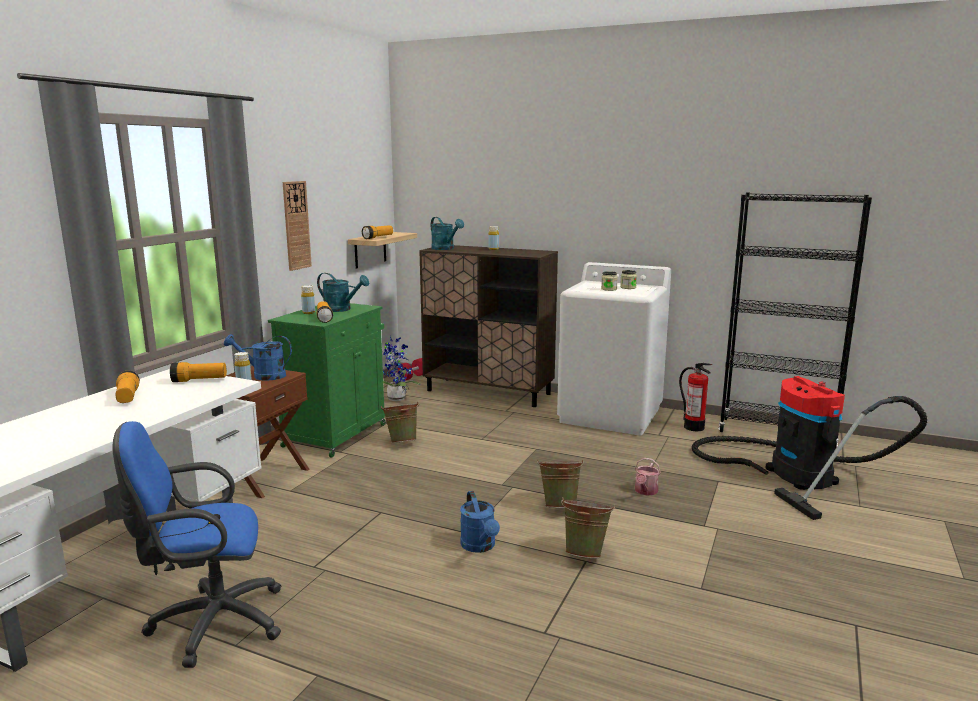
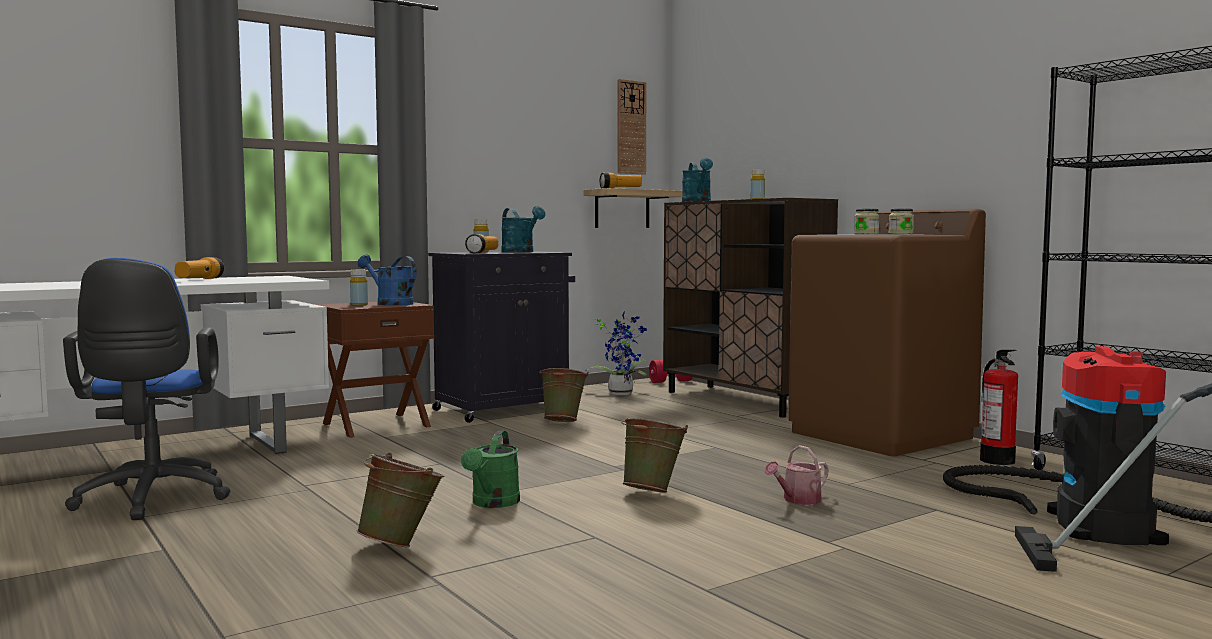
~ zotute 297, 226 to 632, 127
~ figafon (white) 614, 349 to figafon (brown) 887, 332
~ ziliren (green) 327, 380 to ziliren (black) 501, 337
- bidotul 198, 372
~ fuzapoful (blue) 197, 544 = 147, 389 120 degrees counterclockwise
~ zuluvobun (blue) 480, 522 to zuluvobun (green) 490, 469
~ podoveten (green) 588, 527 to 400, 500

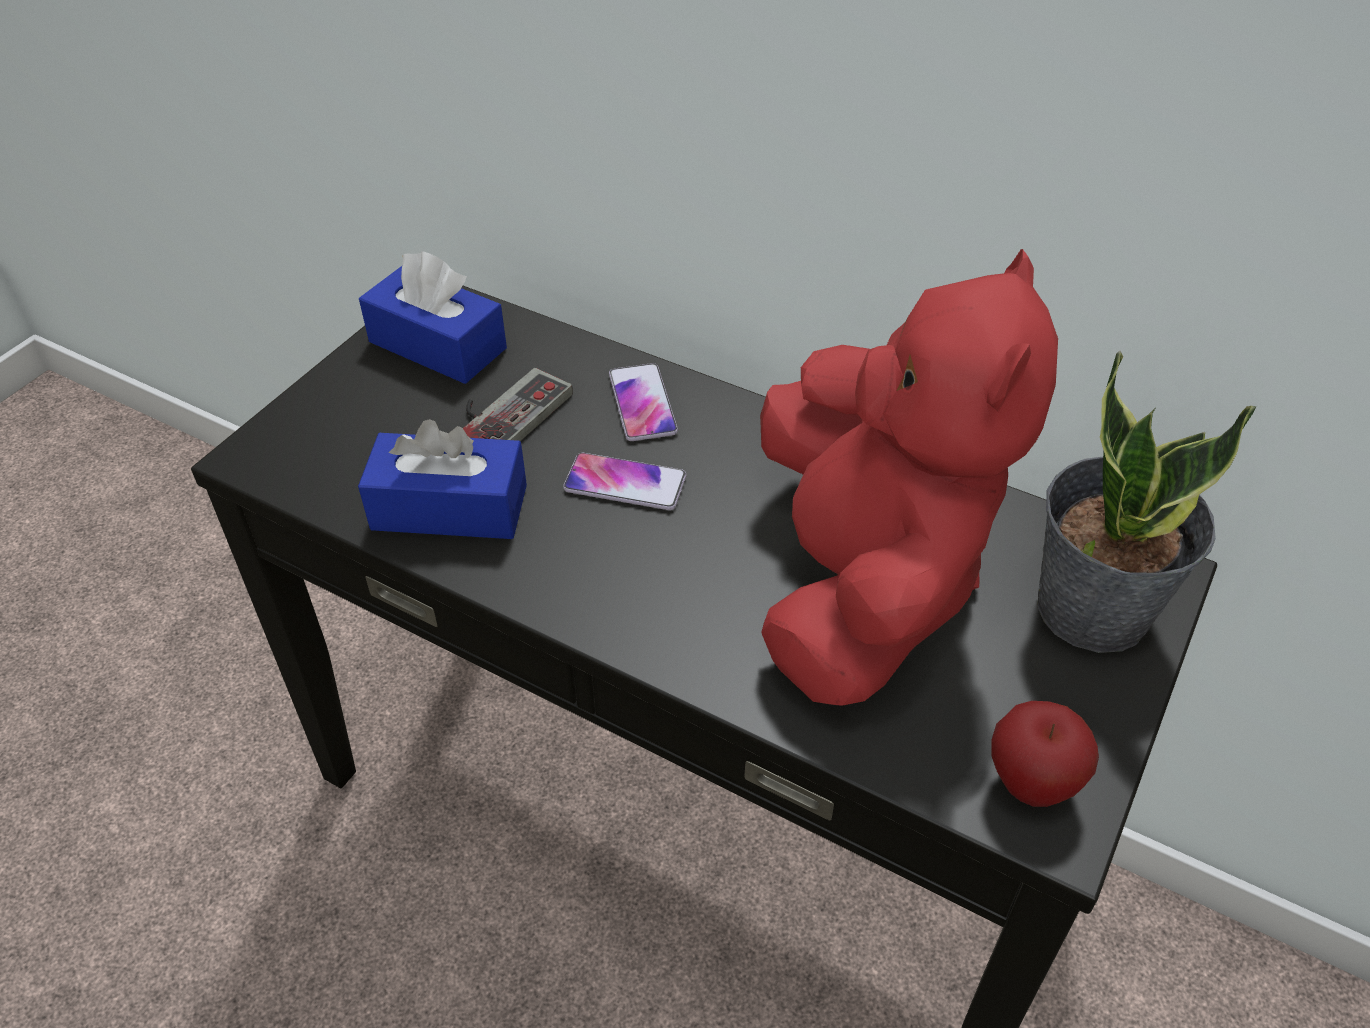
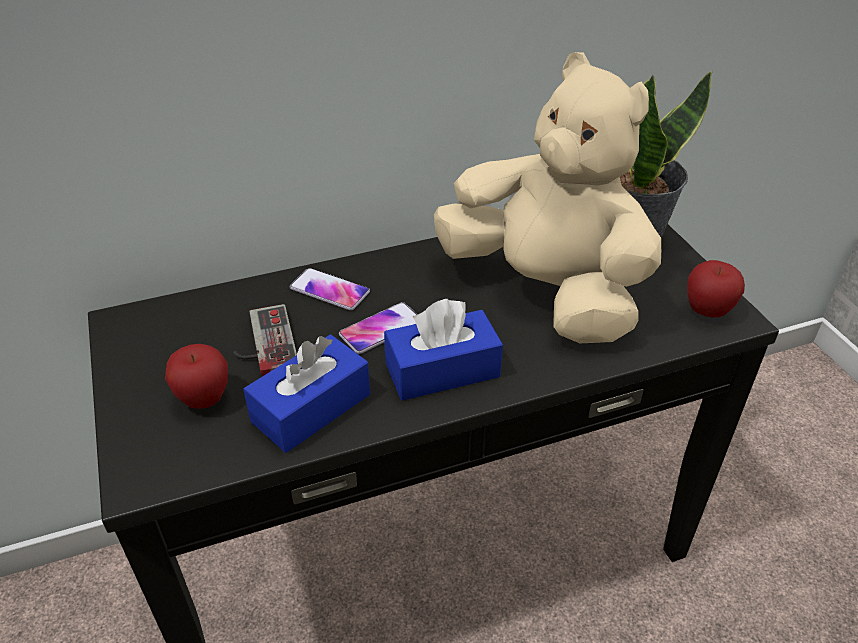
~ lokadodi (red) 909, 477 to lokadodi (beige) 547, 197
~ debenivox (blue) 433, 317 to 443, 350
+ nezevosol 196, 376

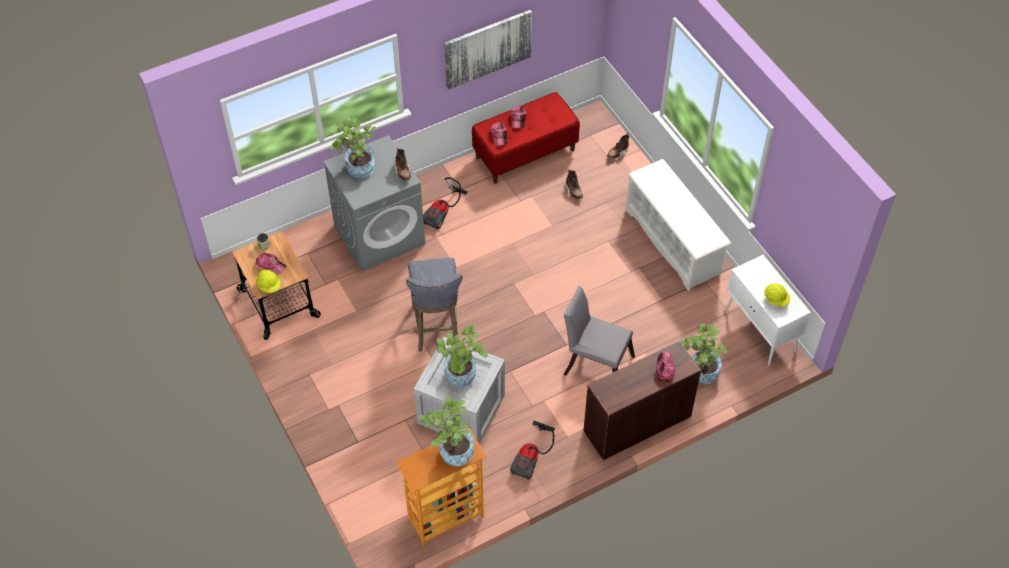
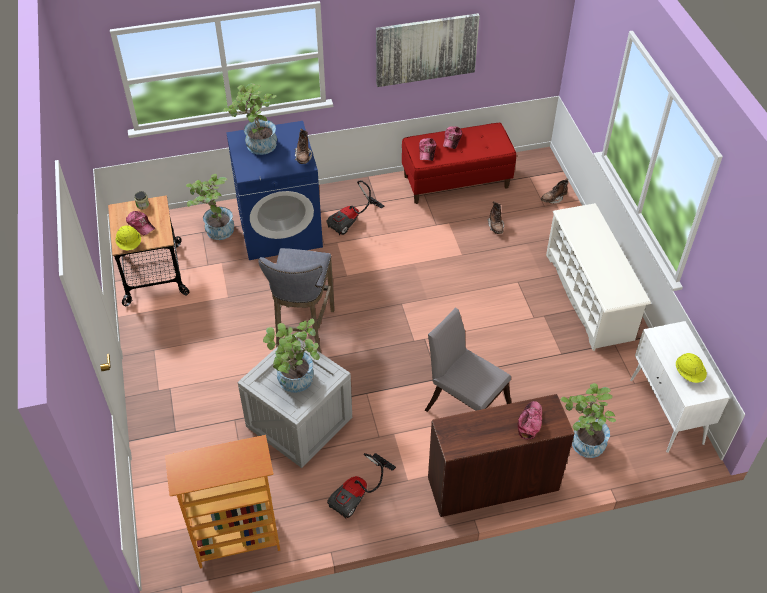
~ figafon (grey) 374, 203 to figafon (blue) 274, 190
~ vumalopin 446, 431 to 210, 207

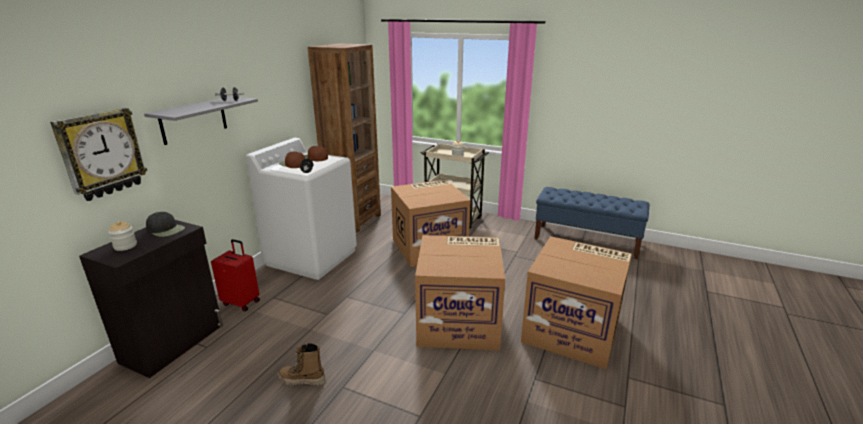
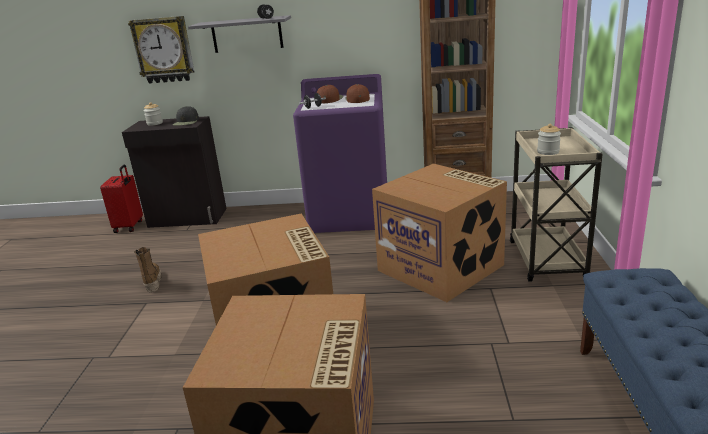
~ figafon (white) 301, 209 to figafon (purple) 340, 153
~ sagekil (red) 235, 275 to 121, 198

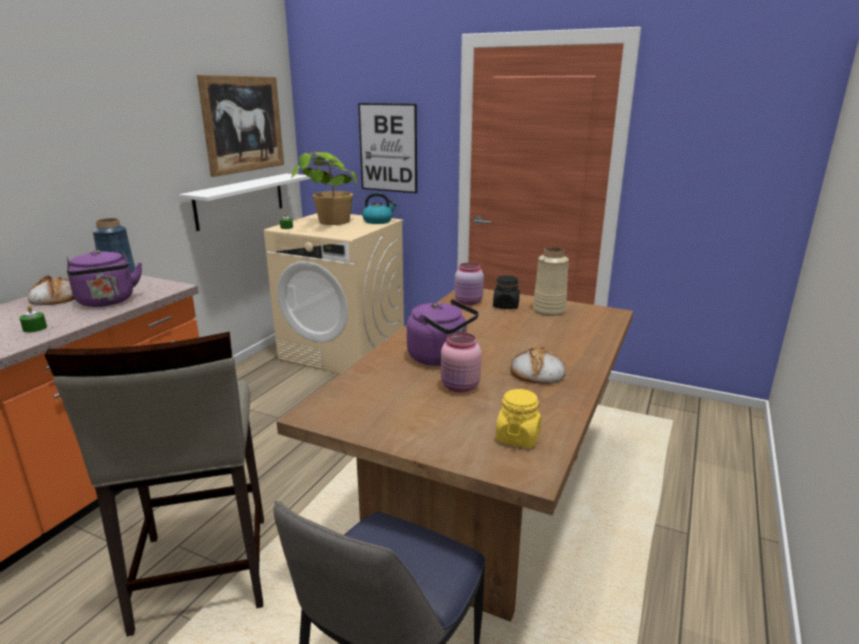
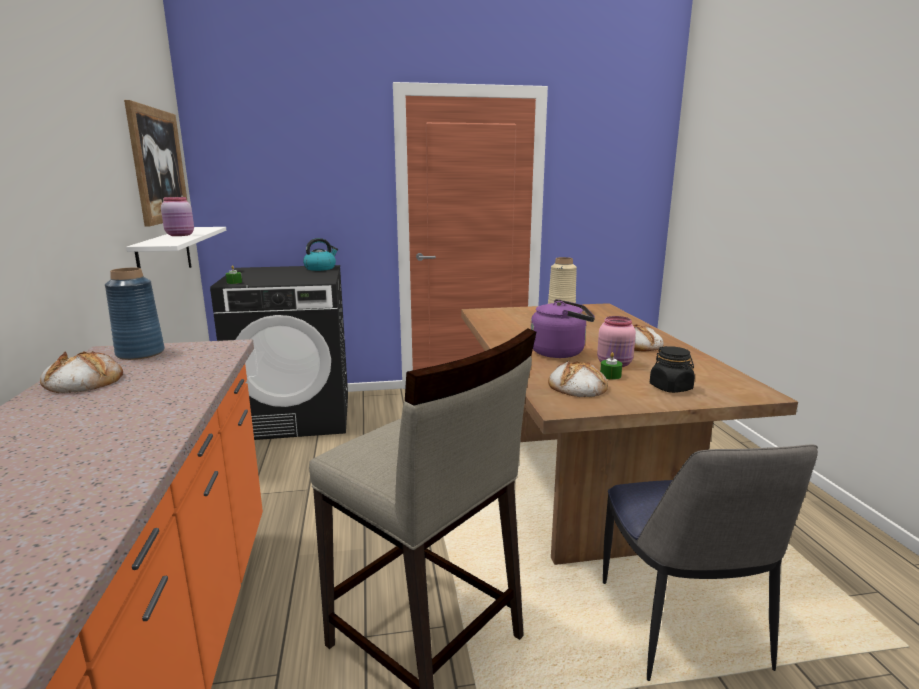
- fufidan 387, 148
- vumalopin 324, 188
~ figafon (beige) 334, 293 to figafon (black) 279, 352
- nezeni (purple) 104, 278
~ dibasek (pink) 469, 284 to 177, 216
~ dibasek (black) 506, 292 to 672, 369
~ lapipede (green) 33, 319 to 611, 366
- dibasek (yellow) 519, 418
+ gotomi 578, 379

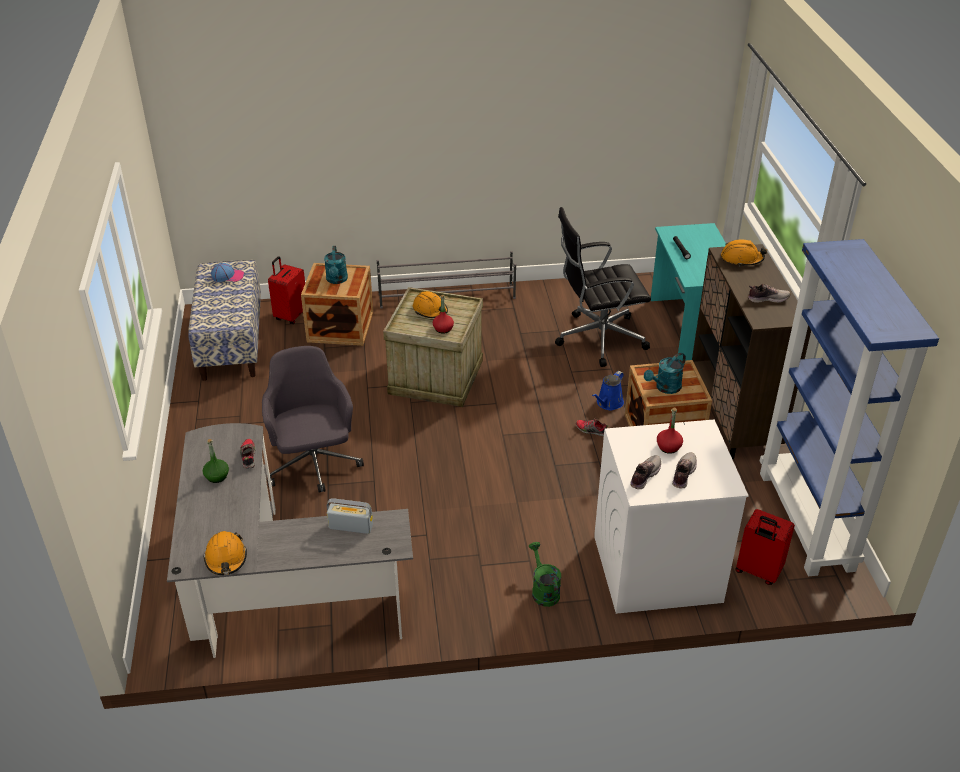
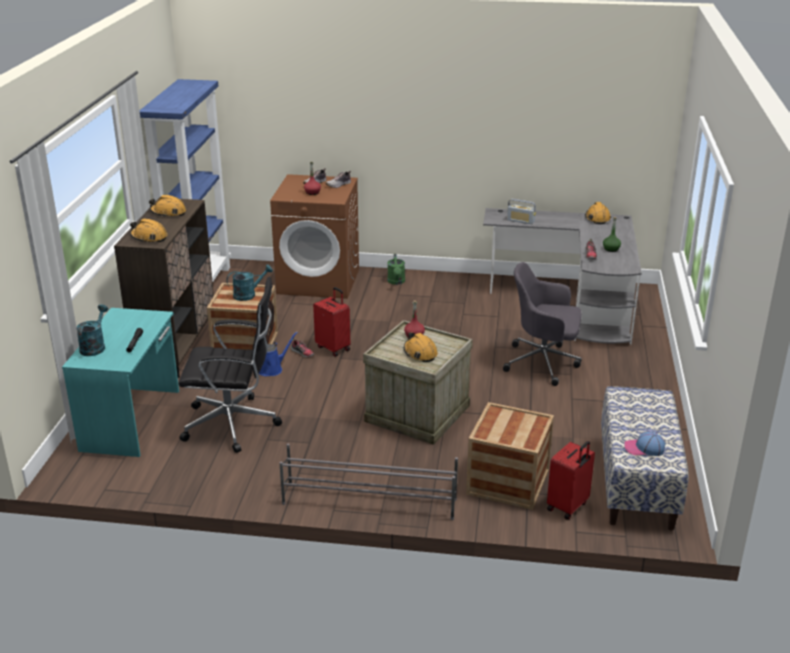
~ zuluvobun (turquoise) 336, 265 to 92, 330
~ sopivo 769, 293 to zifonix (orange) 167, 206
~ fuzapoful (grey) 313, 419 = 542, 324 105 degrees clockwise
~ figafon (white) 671, 517 to figafon (brown) 314, 236
~ sagekil (red) 765, 547 to 331, 322

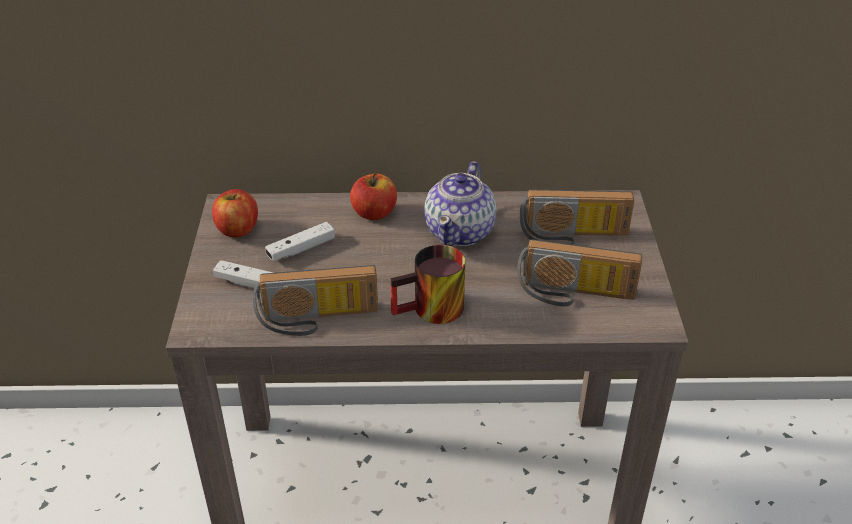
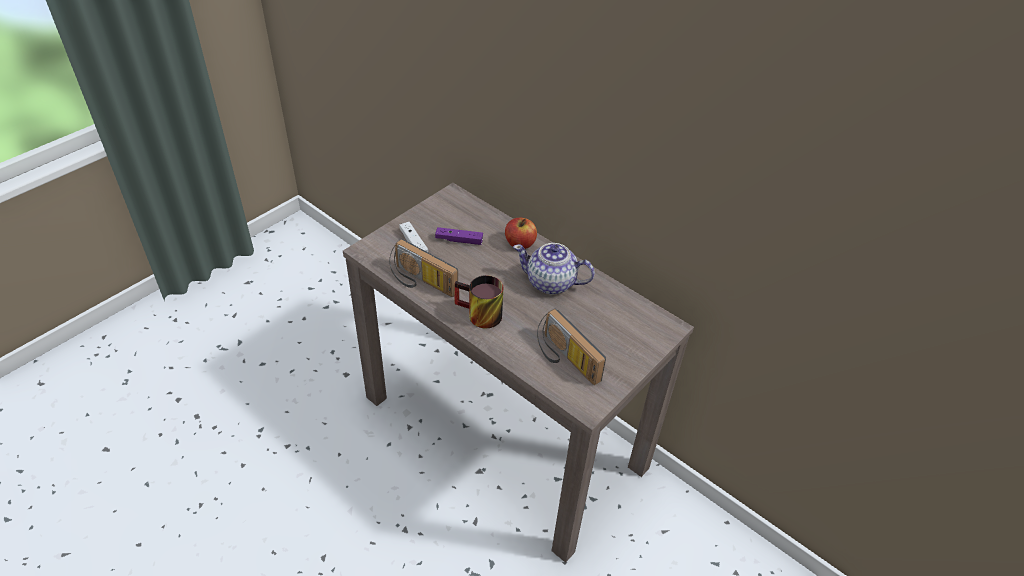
~ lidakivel 460, 204 = 554, 269 45 degrees clockwise
- nezevosol 235, 213
- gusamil 577, 217
~ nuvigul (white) 300, 241 to nuvigul (purple) 459, 236

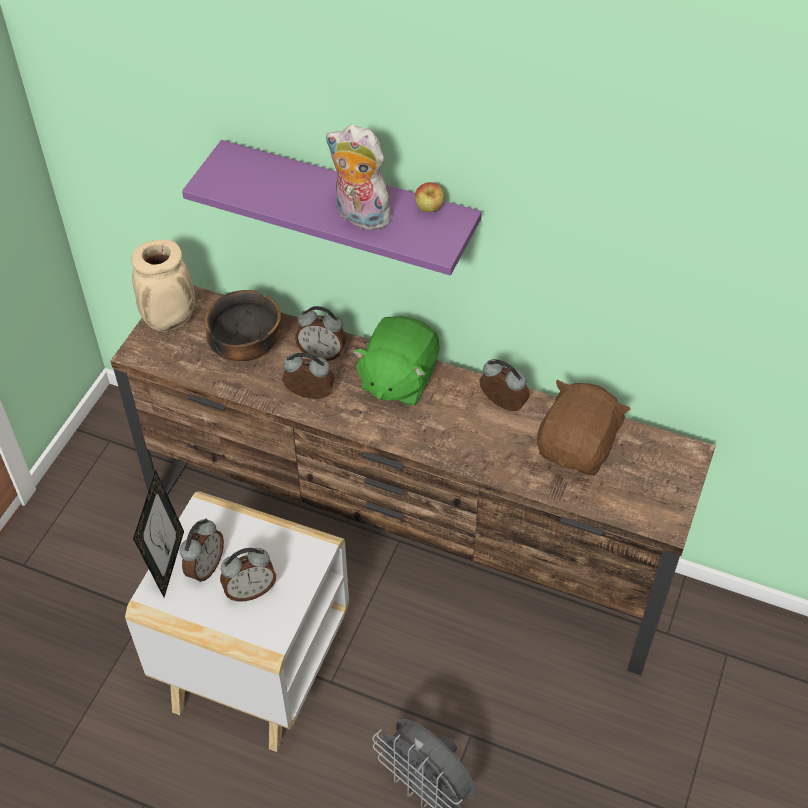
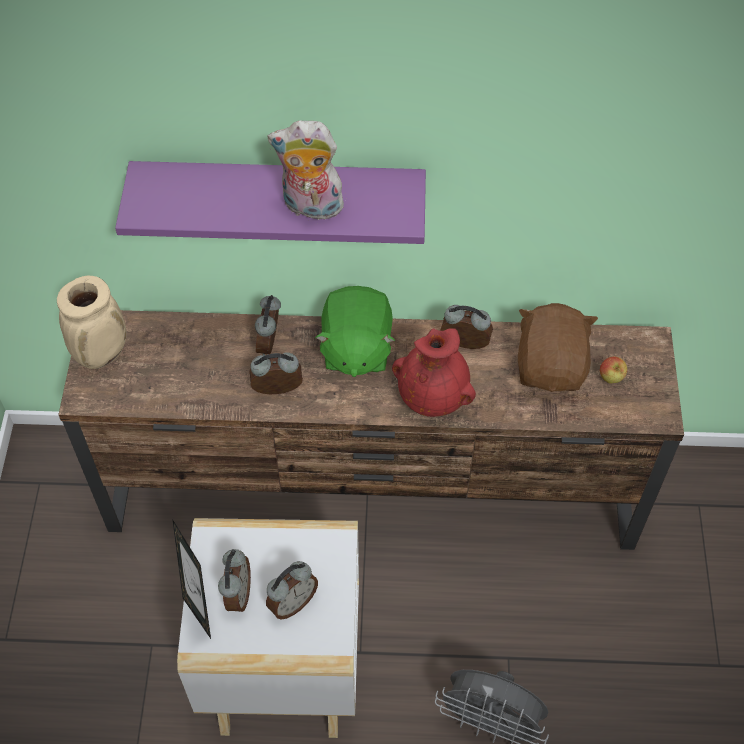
~ nezevosol 429, 197 to 613, 370
- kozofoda 243, 325
~ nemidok 320, 333 = 268, 325 105 degrees clockwise
+ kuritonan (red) 434, 372

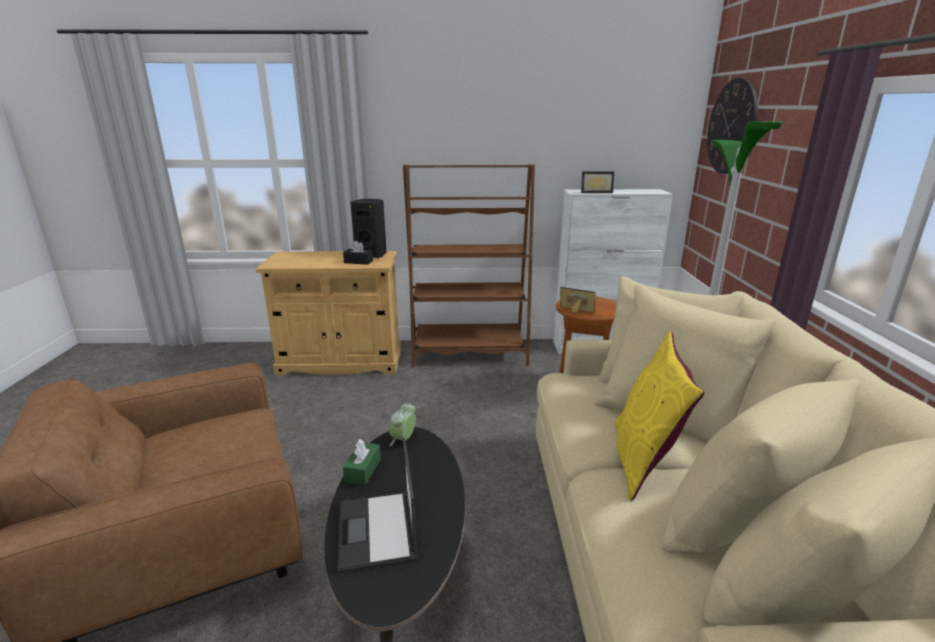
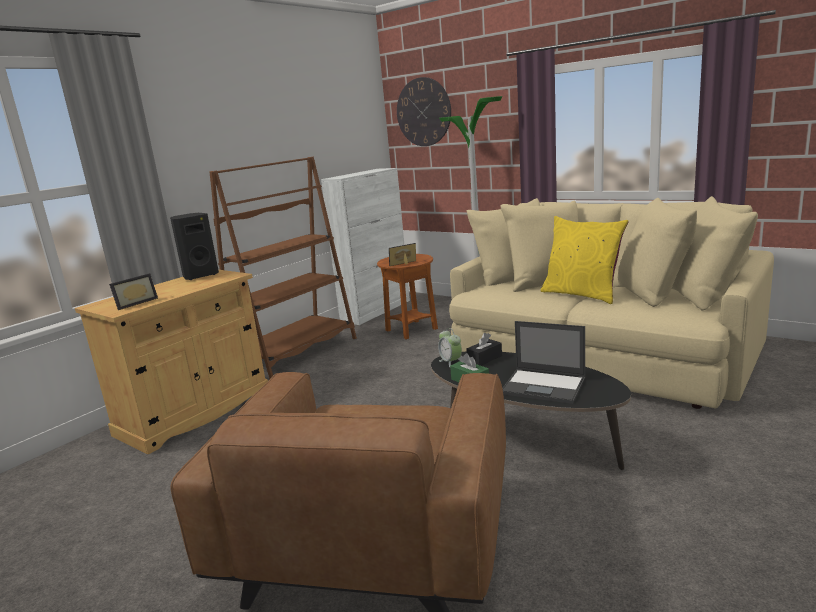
~ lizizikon 597, 182 to 133, 291
~ debenivox (black) 358, 253 to 484, 349

